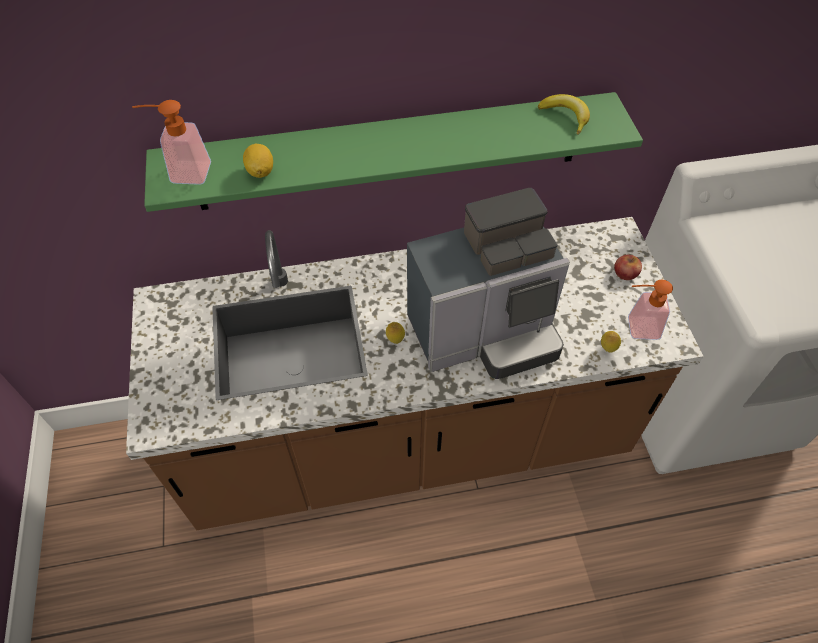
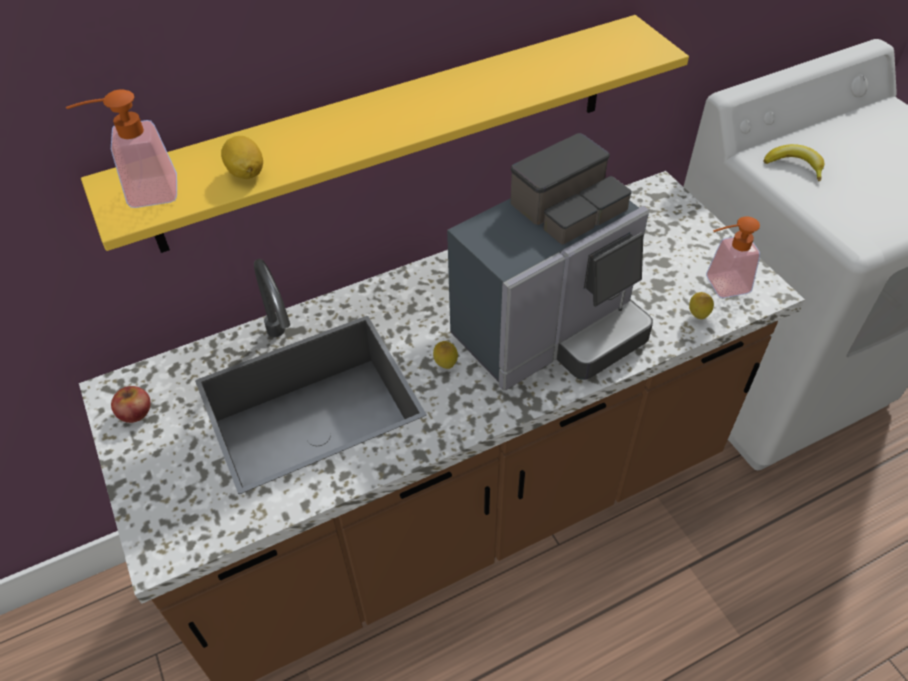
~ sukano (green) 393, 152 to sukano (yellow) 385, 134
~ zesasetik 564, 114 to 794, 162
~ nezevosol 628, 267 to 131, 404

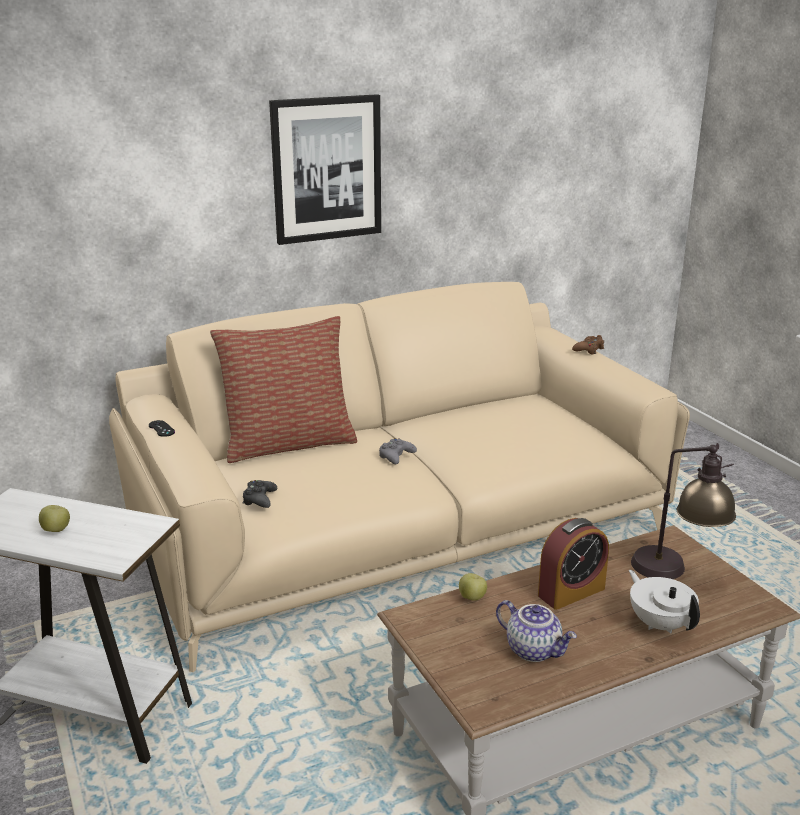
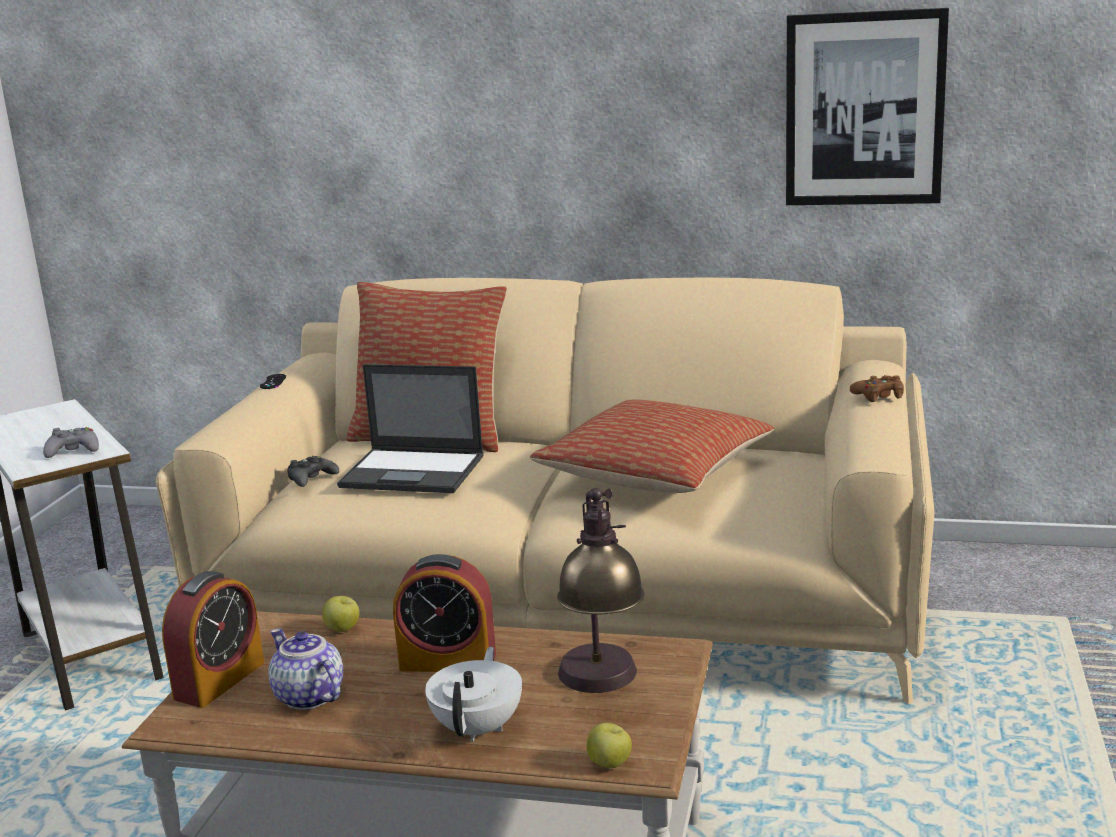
~ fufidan 325, 169 to 867, 106
~ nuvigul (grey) 398, 451 to 71, 442
~ nezevosol 54, 518 to 609, 745
~ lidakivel 536, 631 = 305, 669 150 degrees clockwise
+ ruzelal 410, 428
+ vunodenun 652, 446
+ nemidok 213, 639

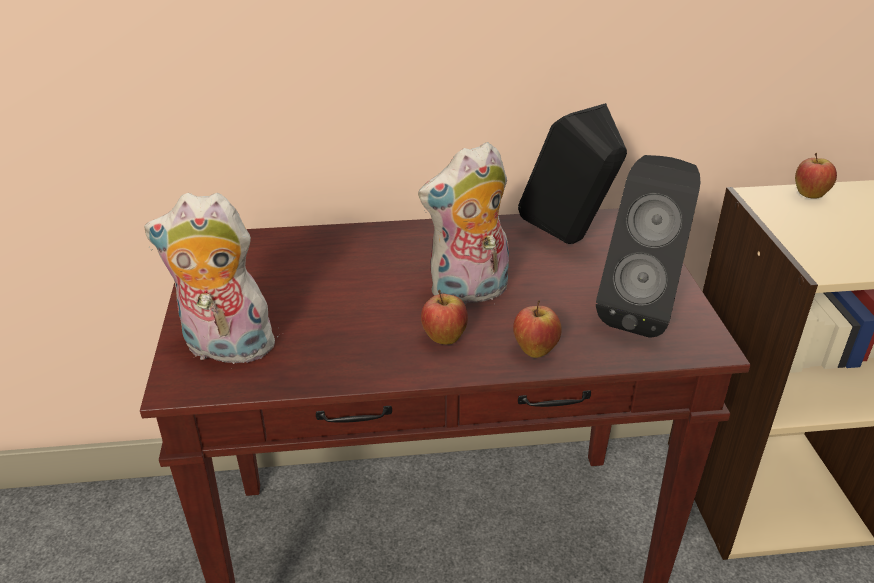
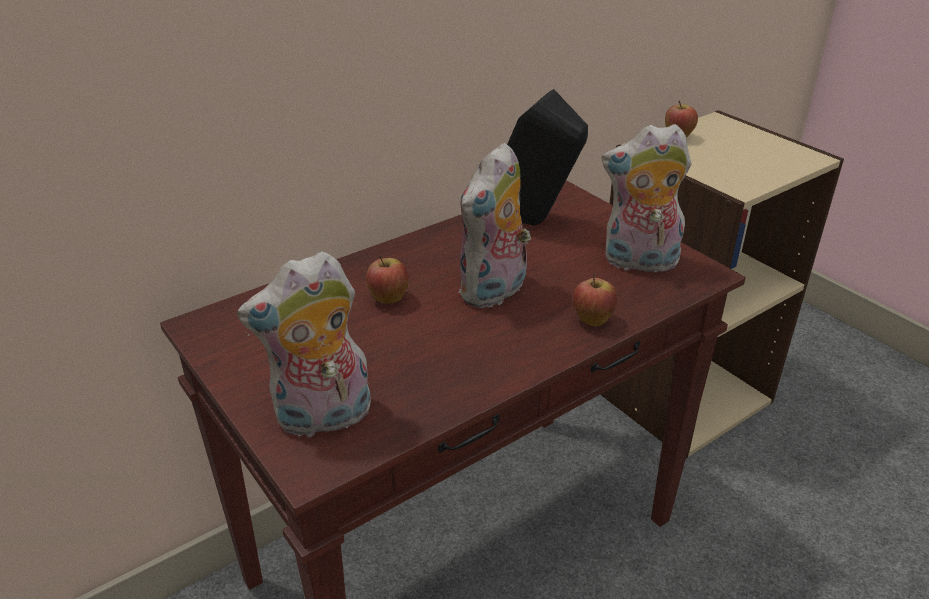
~ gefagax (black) 648, 246 to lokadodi 647, 198
~ nezevosol 444, 317 to 387, 279

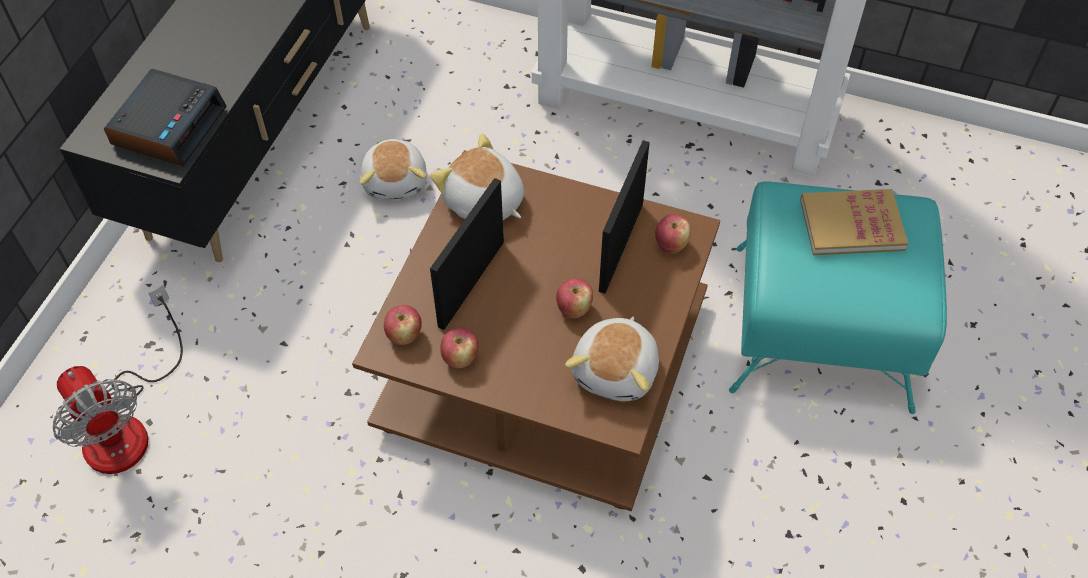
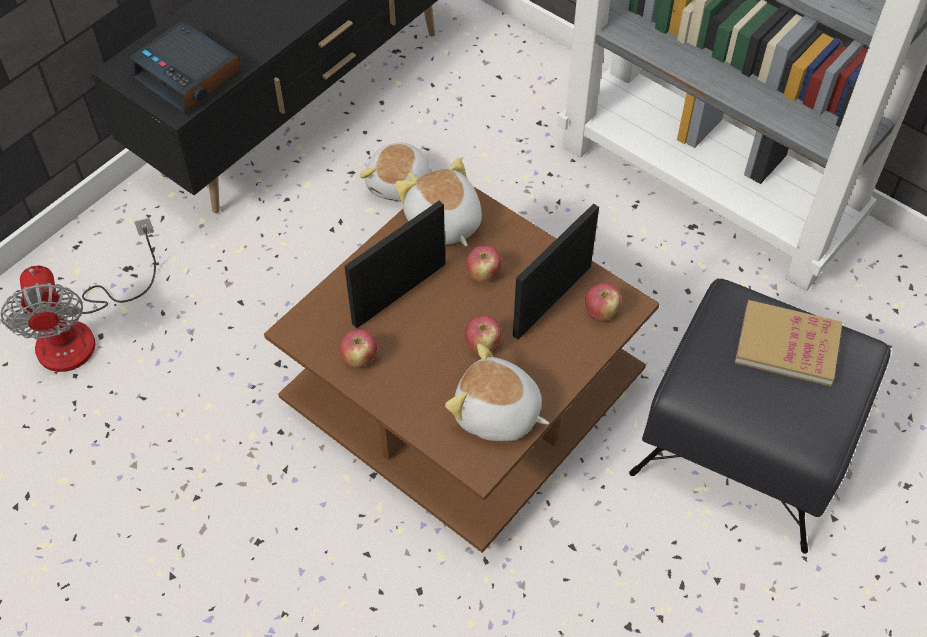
~ nemidok 165, 117 = 186, 67 90 degrees clockwise
~ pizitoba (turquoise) 838, 297 to pizitoba (black) 760, 416
~ nezevosol 403, 325 to 484, 264
~ lokadodi 612, 359 = 497, 392 75 degrees clockwise

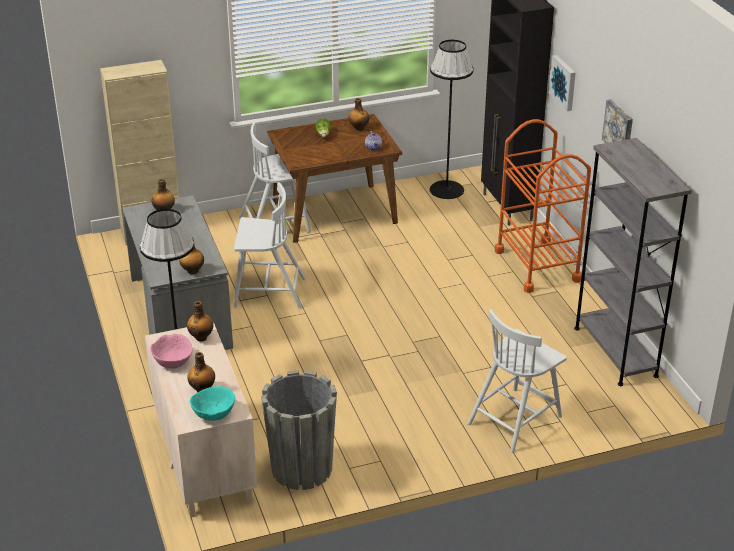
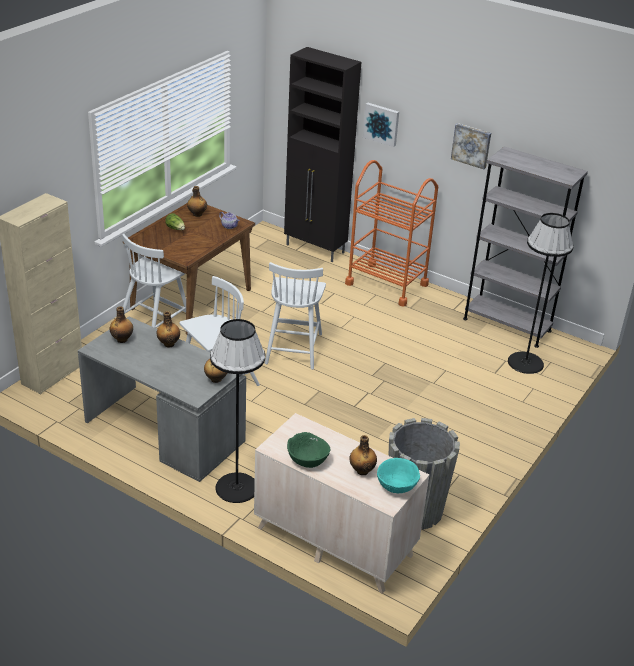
~ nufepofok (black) 452, 119 to 541, 293
~ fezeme 200, 321 to 168, 329
~ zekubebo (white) 517, 380 to 295, 316
~ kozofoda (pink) 171, 351 to kozofoda (green) 308, 450

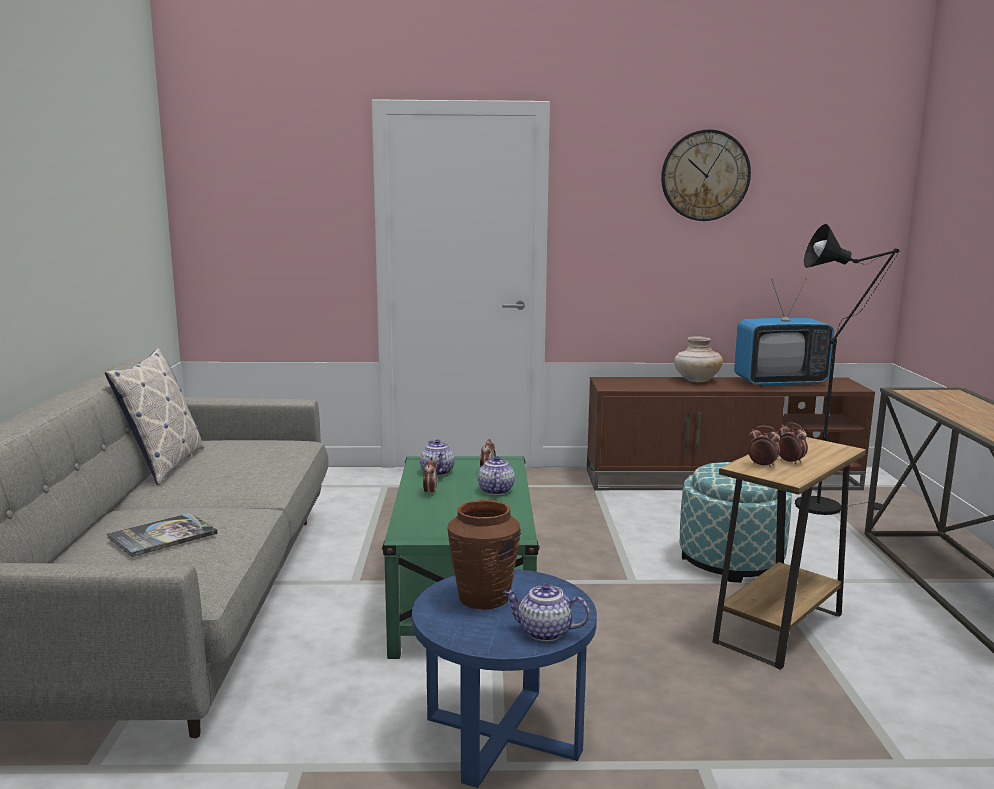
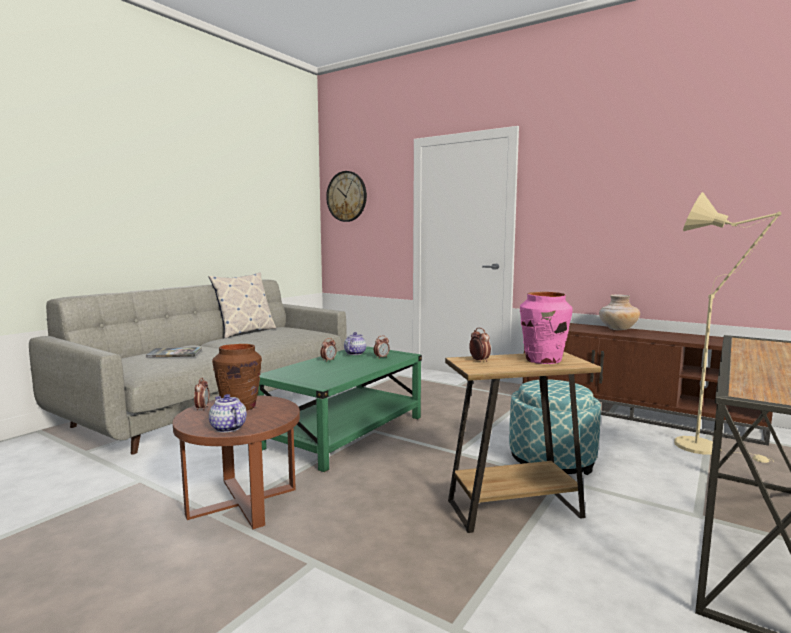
~ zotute 706, 175 to 346, 196
~ nufepofok (black) 847, 369 to nufepofok (beige) 728, 327
- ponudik 784, 332
~ nemidok 793, 443 to 202, 394
- lidakivel 496, 475
~ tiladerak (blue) 504, 678 to tiladerak (brown) 236, 462
+ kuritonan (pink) 546, 328

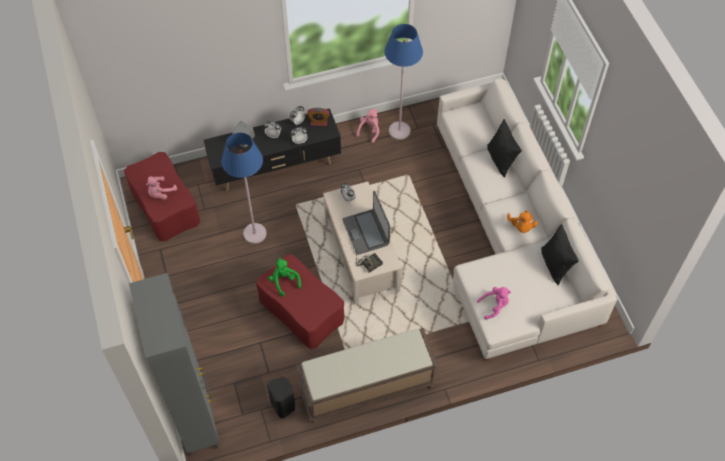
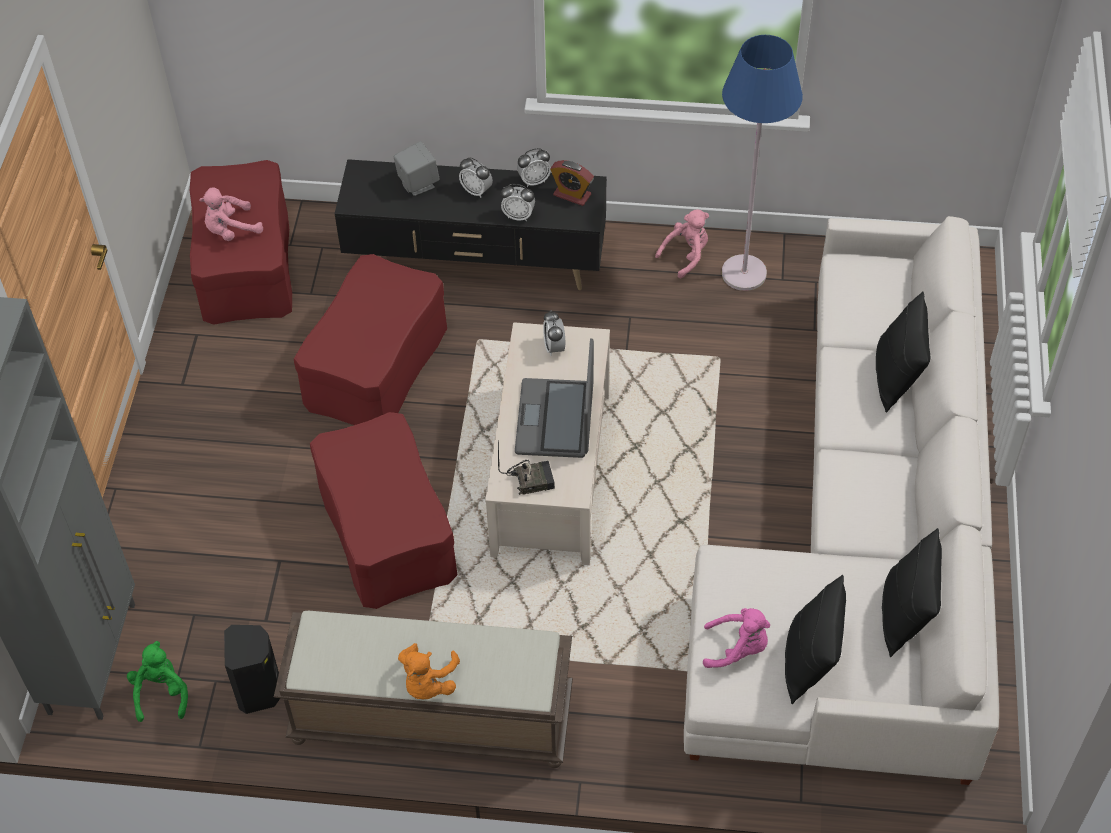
~ nufepofok (blue) 244, 188 to pizitoba (red) 370, 339
~ lokadodi (orange) 522, 221 to 429, 671
~ lokadodi (green) 284, 277 to 157, 681
+ vunodenun (black) 815, 639

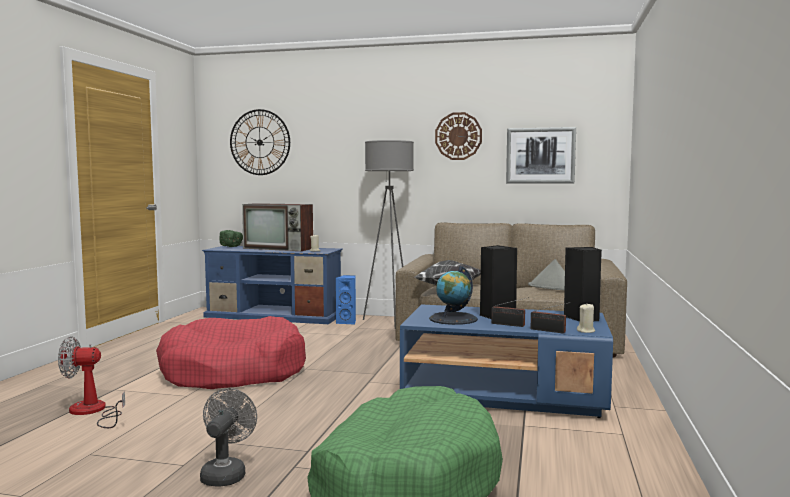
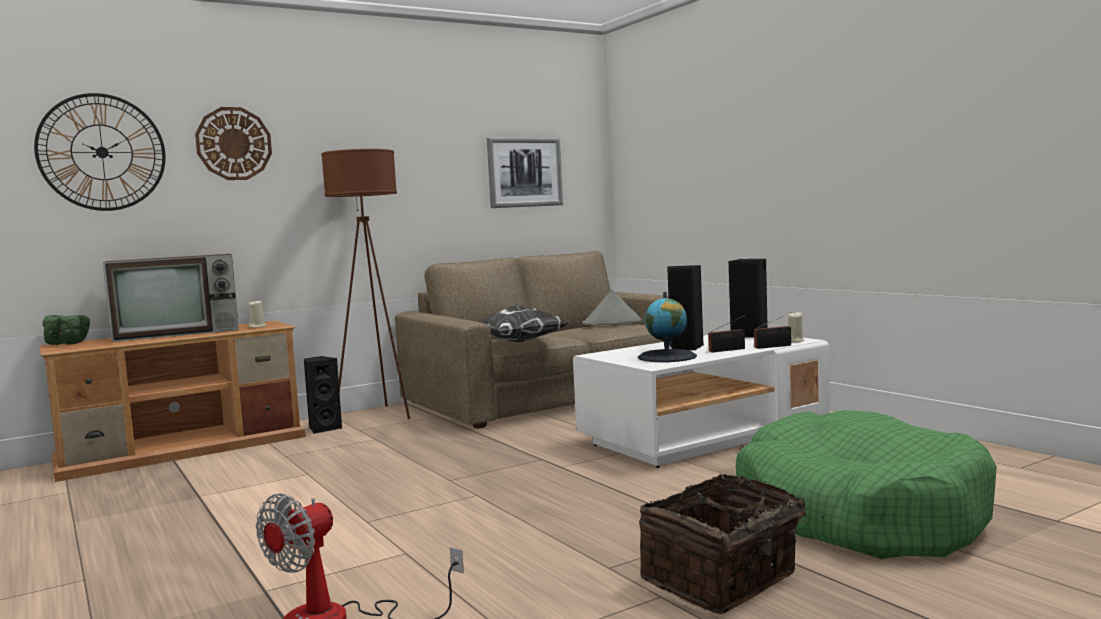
~ zotute 458, 136 to 233, 143
~ nufepofok (grey) 388, 232 to nufepofok (brown) 365, 284
~ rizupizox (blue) 272, 285 to rizupizox (brown) 172, 401
~ gefagax (blue) 346, 300 to gefagax (black) 323, 395
~ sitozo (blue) 506, 361 to sitozo (white) 701, 401
- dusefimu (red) 231, 352
~ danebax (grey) 228, 437 to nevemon 731, 544

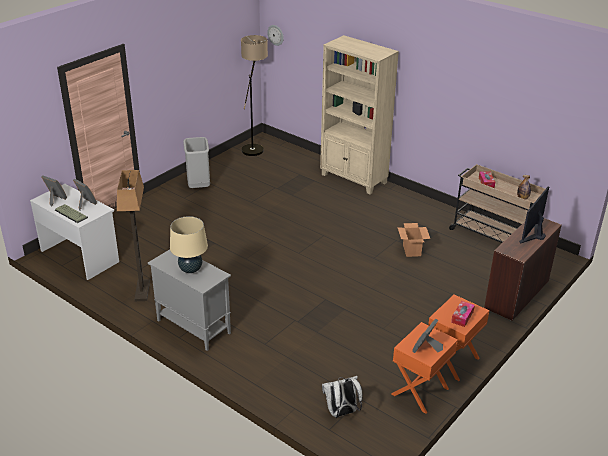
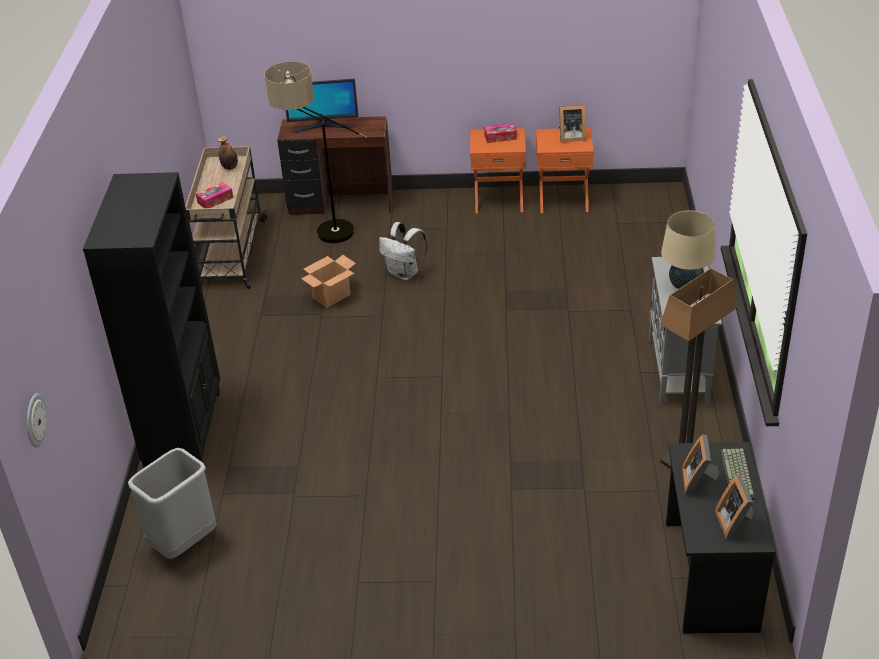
~ nufepofok 254, 95 to 315, 152
~ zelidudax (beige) 359, 114 to zelidudax (black) 151, 320
~ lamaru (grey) 196, 162 to 172, 503
~ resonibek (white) 74, 232 to resonibek (black) 720, 537
~ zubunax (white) 342, 397 to 403, 251

